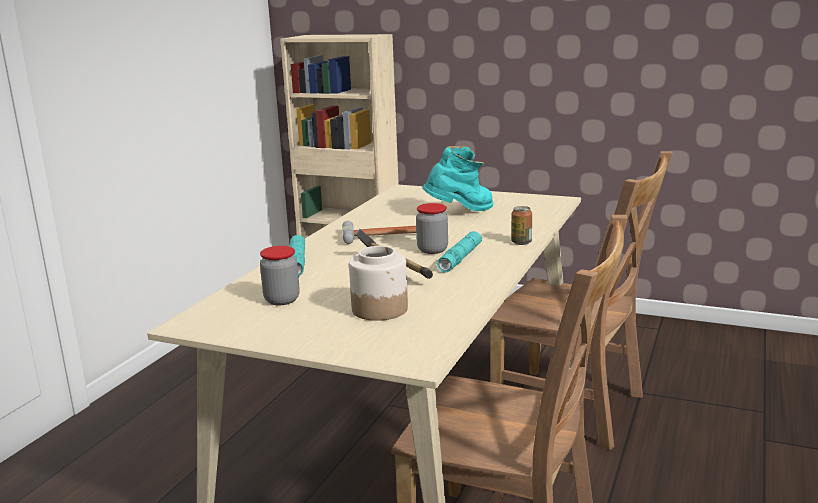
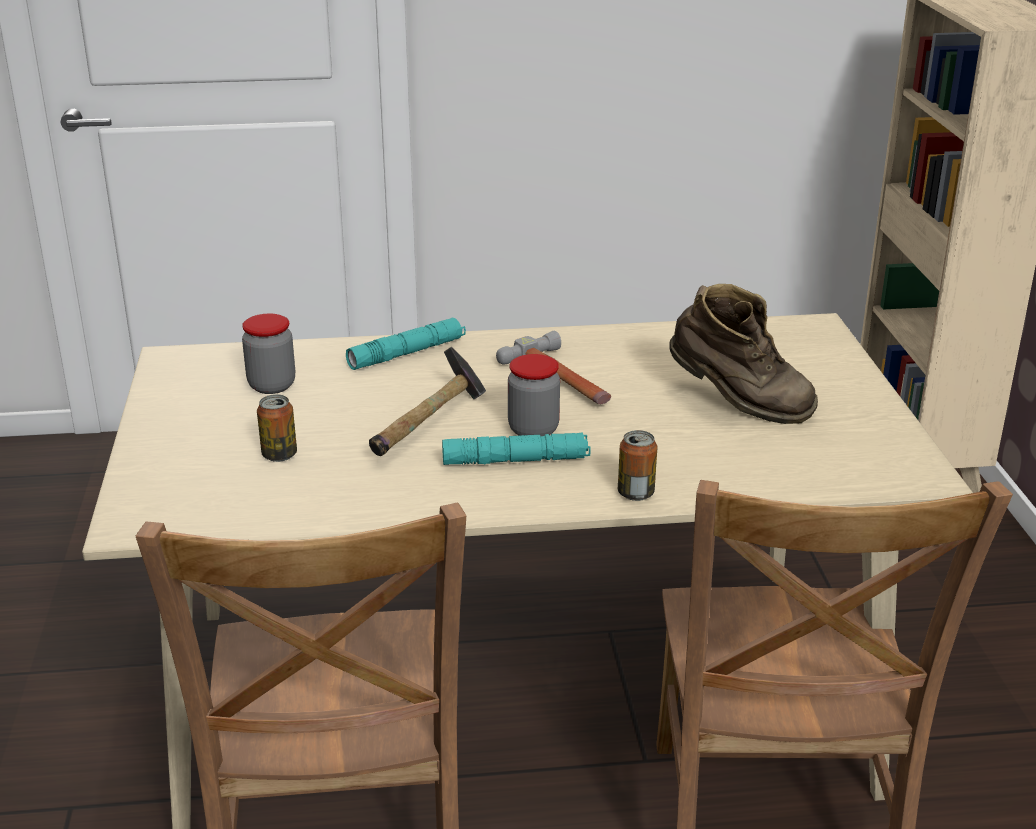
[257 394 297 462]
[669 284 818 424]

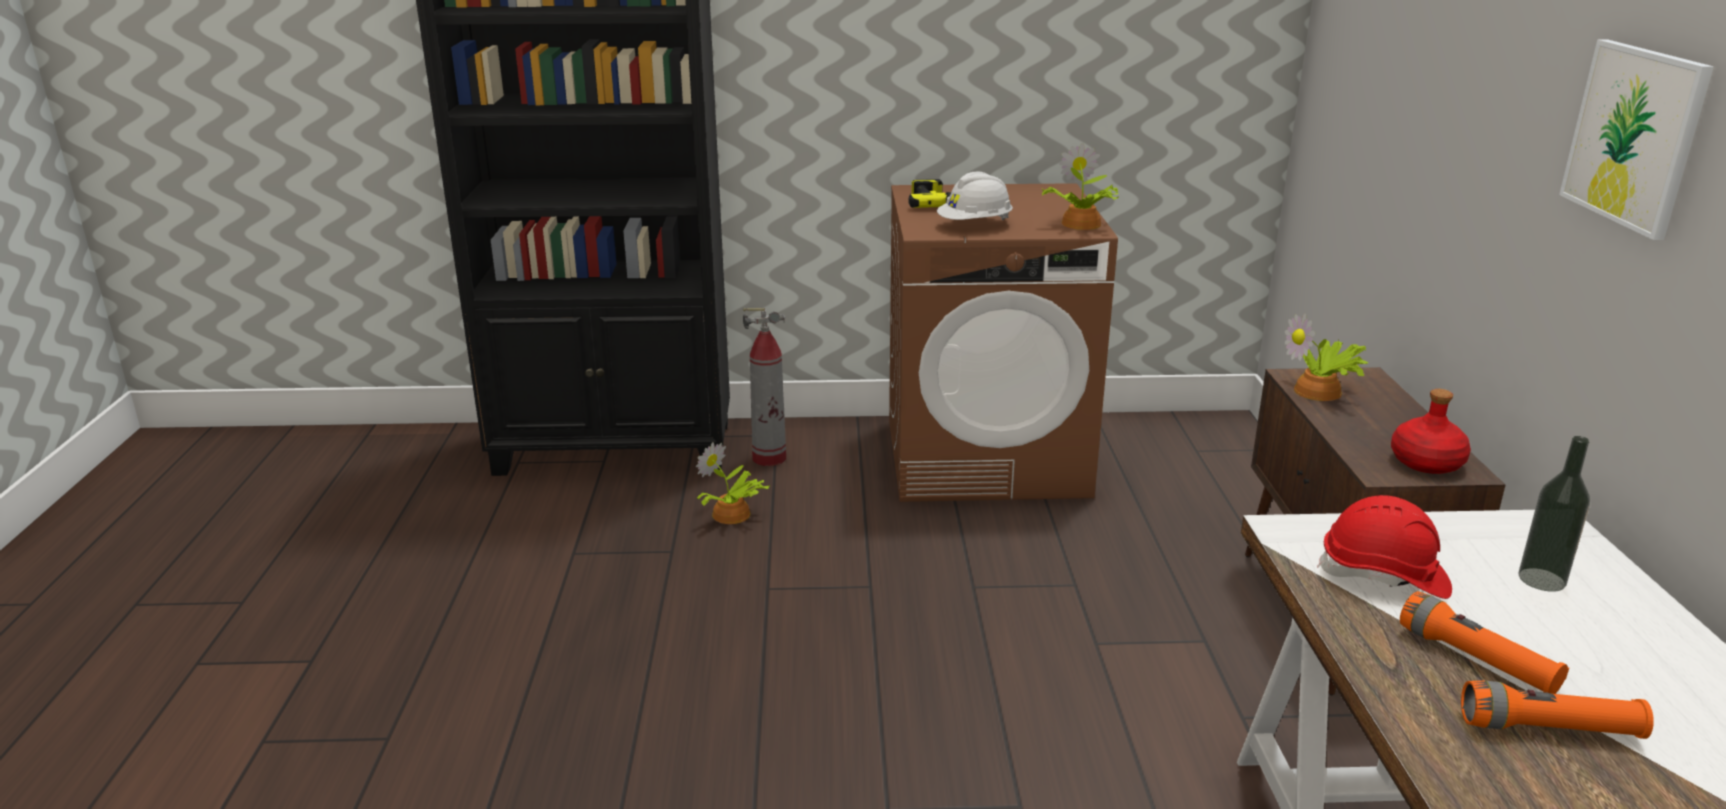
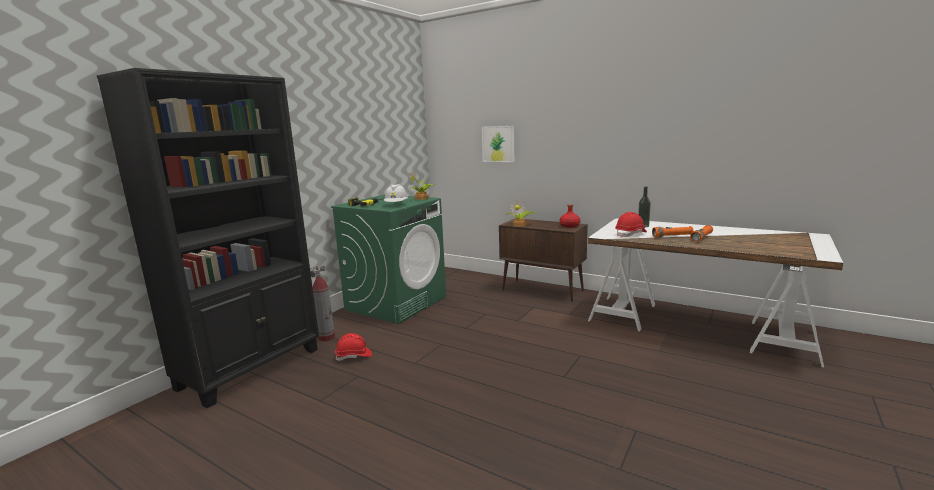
[331 195 446 324]
[335 333 372 361]
[482 126 514 162]

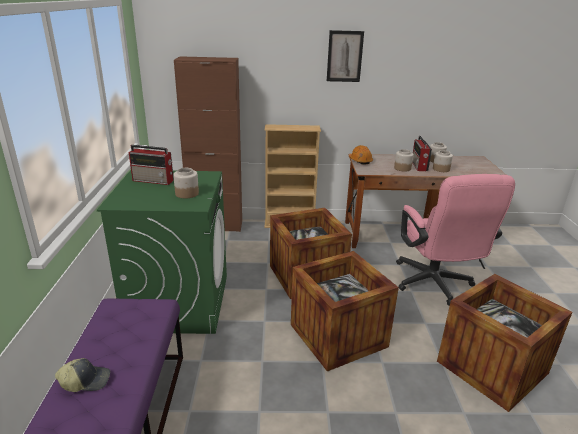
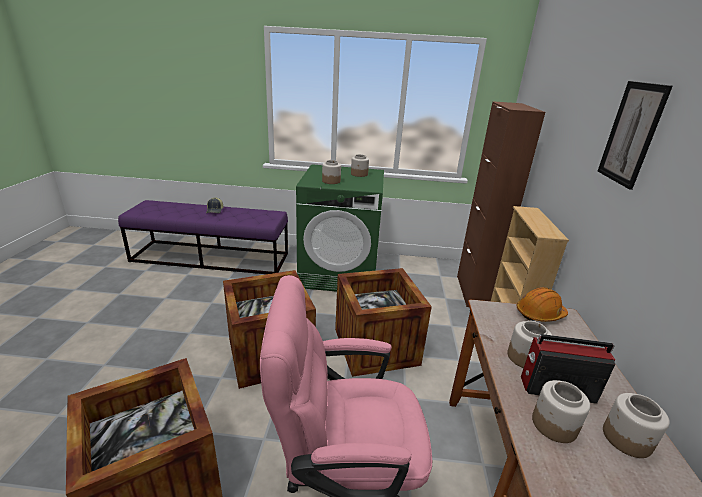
[351 154 369 177]

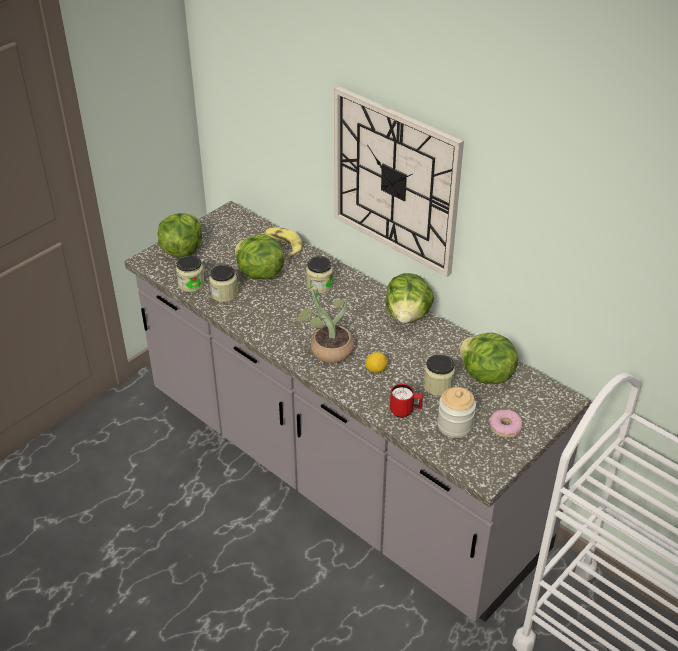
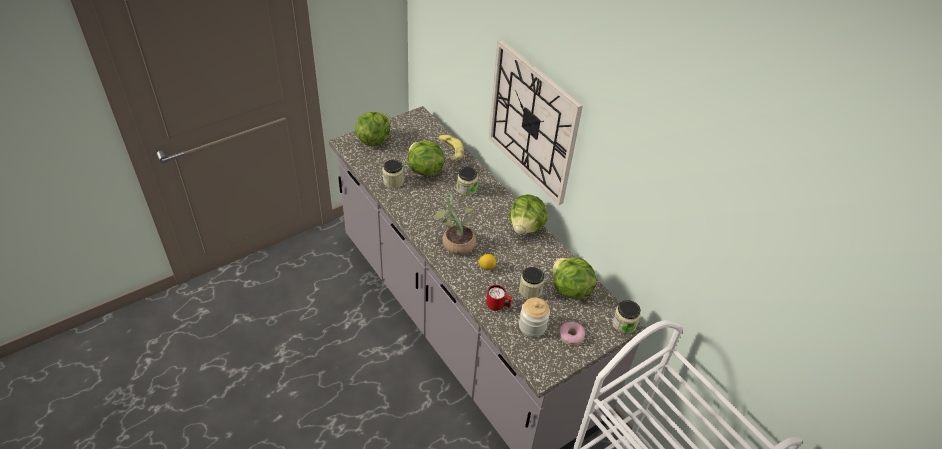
[612 300 641 334]

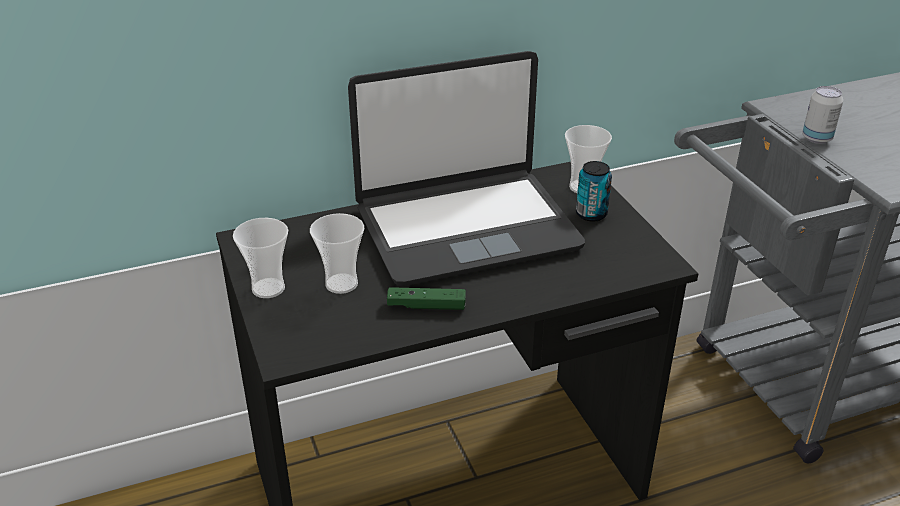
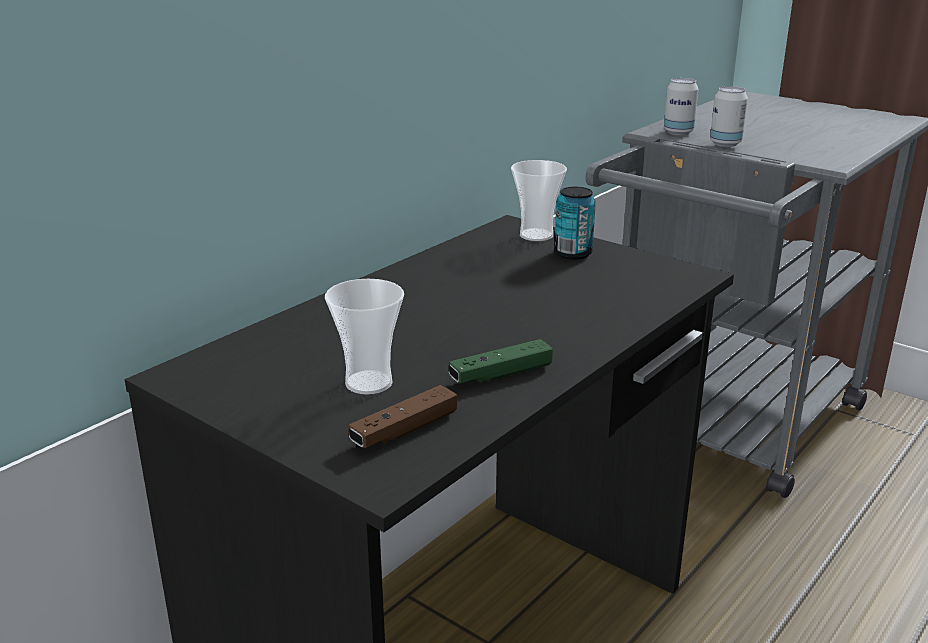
[348 385 457 448]
[664 78 698 135]
[233 218 288 298] (first image)
[348 51 585 286] (first image)

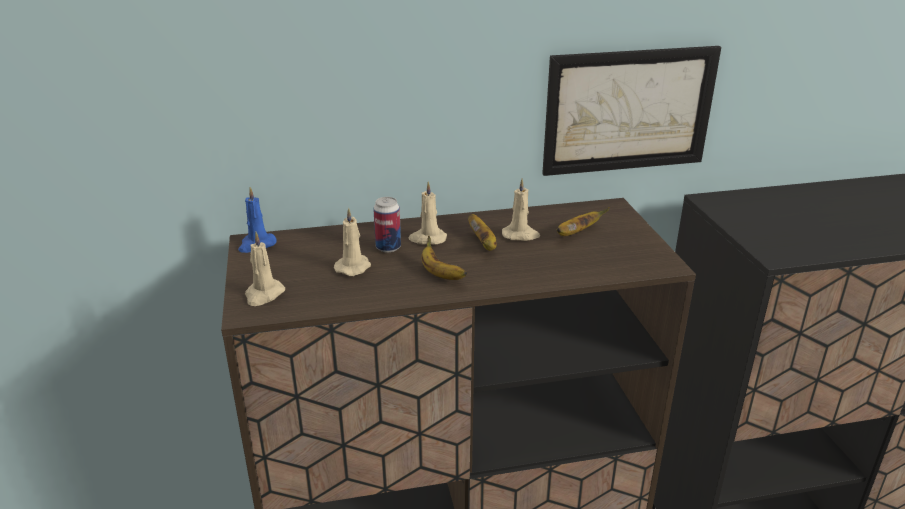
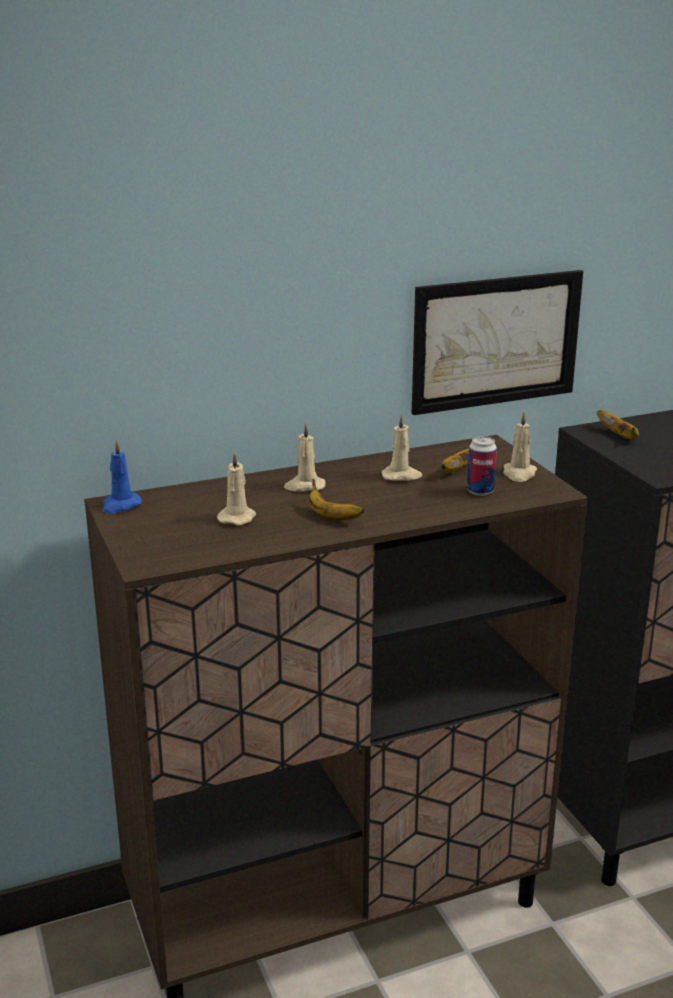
[467 436 497 496]
[503 412 537 482]
[597 410 639 440]

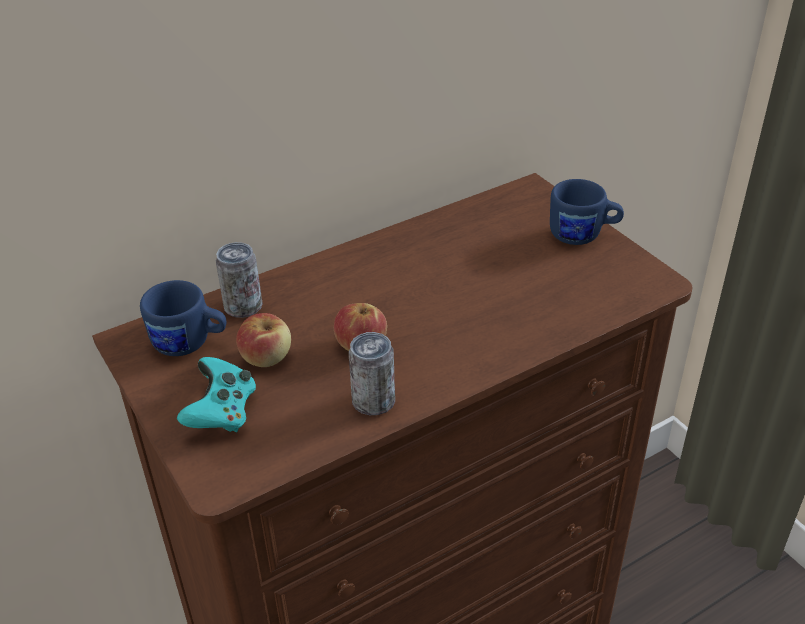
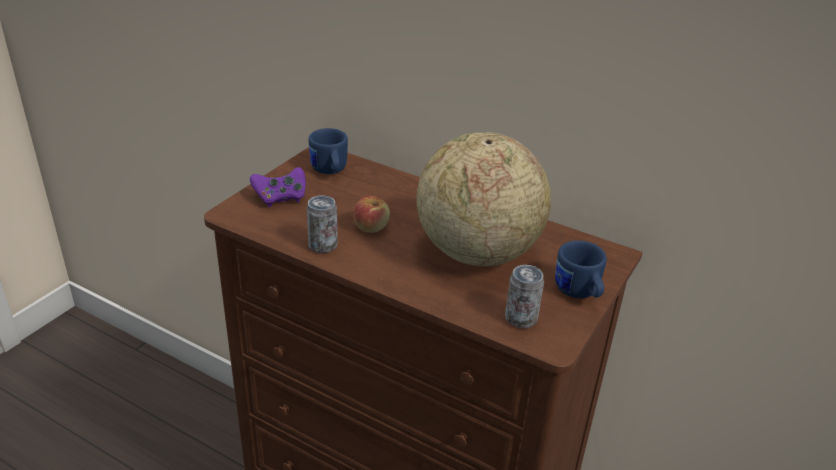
[250 167 306 207]
[416 132 551 266]
[505 265 544 328]
[236 313 291 367] (first image)

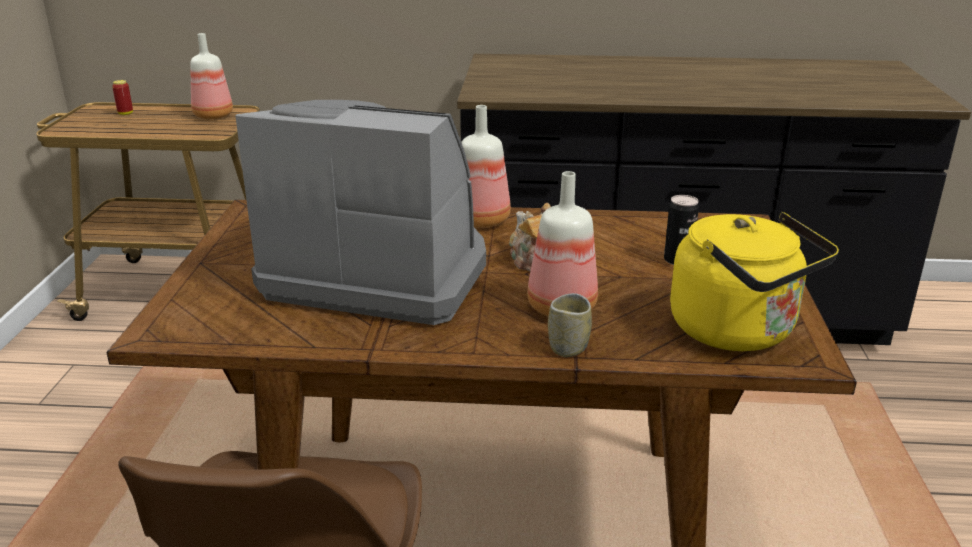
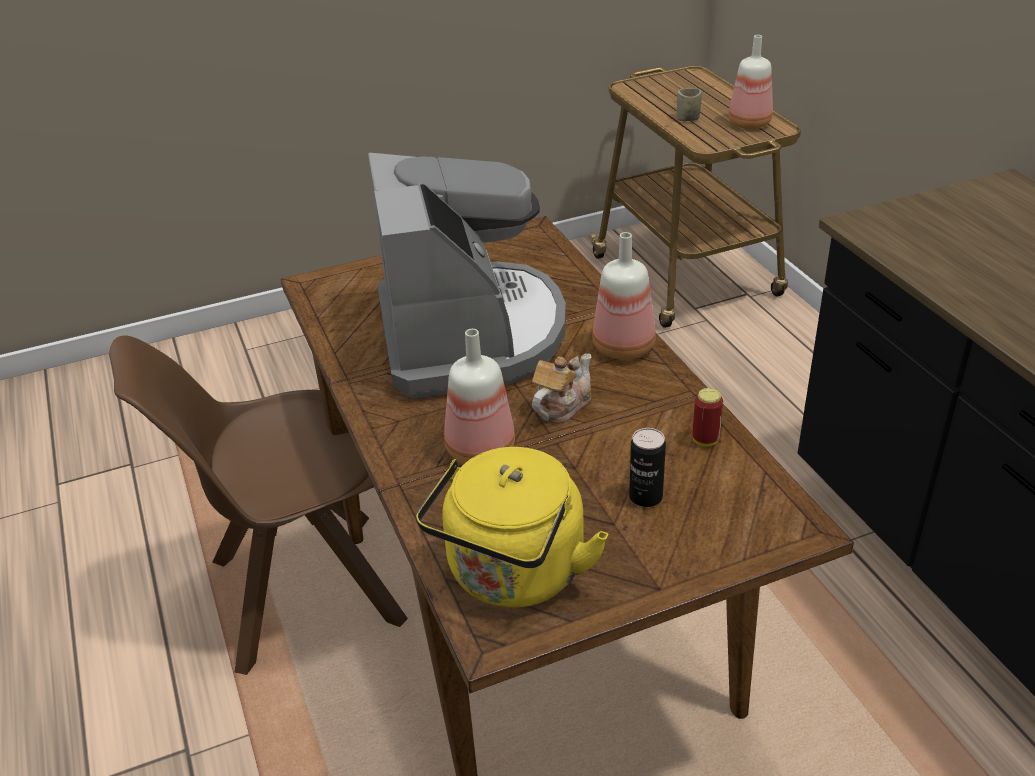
[677 88 702 121]
[692 388 723 446]

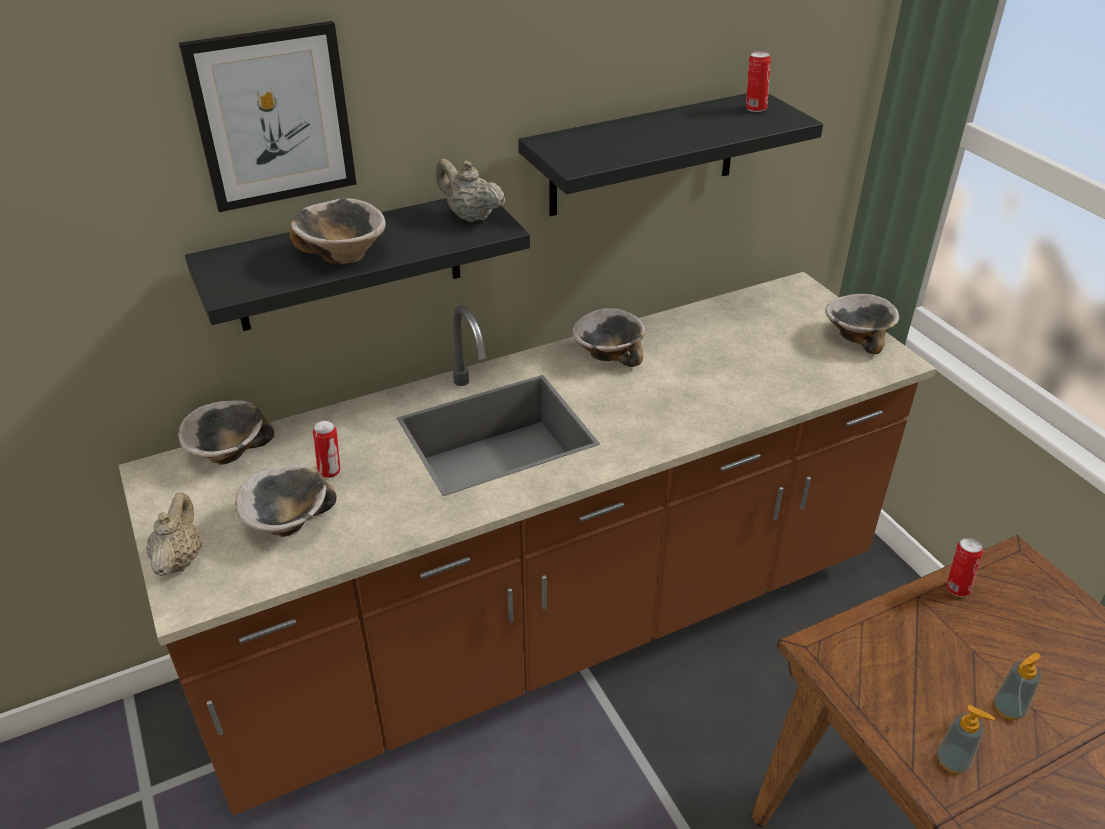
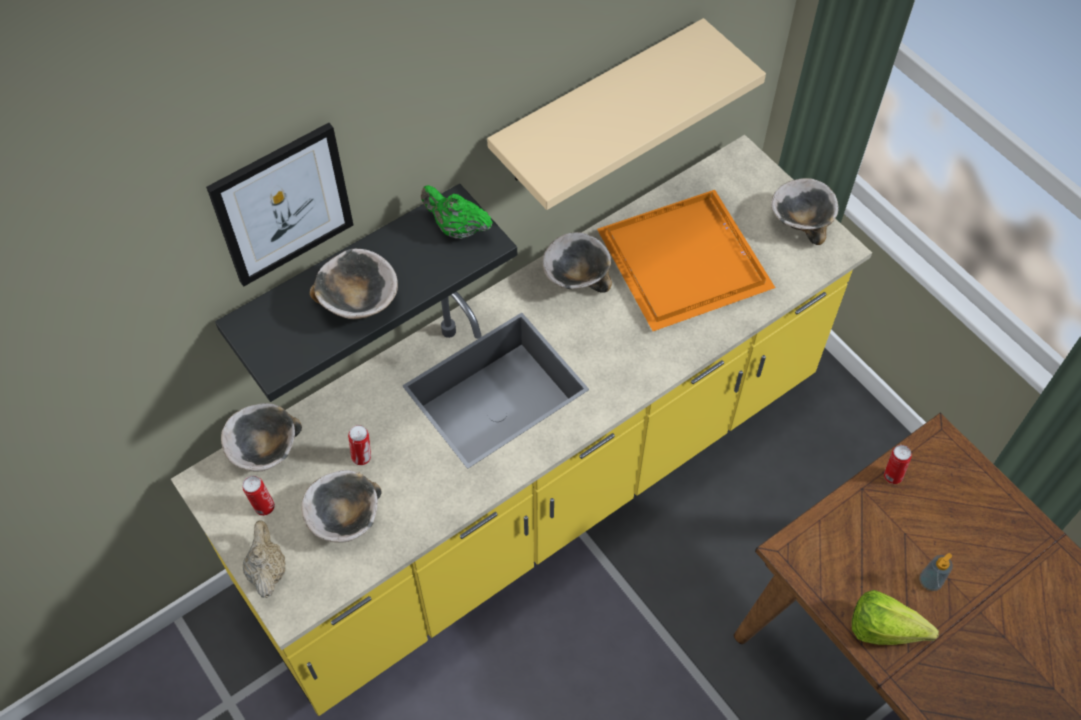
[171 135 872 716]
[243 476 275 516]
[421 185 493 239]
[487 18 766 210]
[597 190 775 331]
[852 590 939 645]

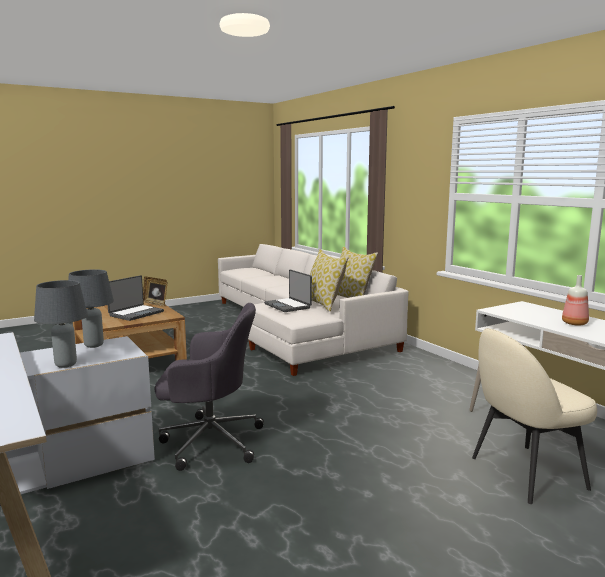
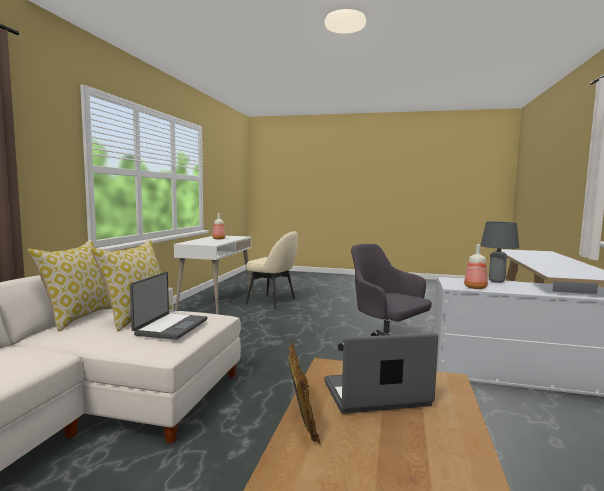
[464 244 488 289]

